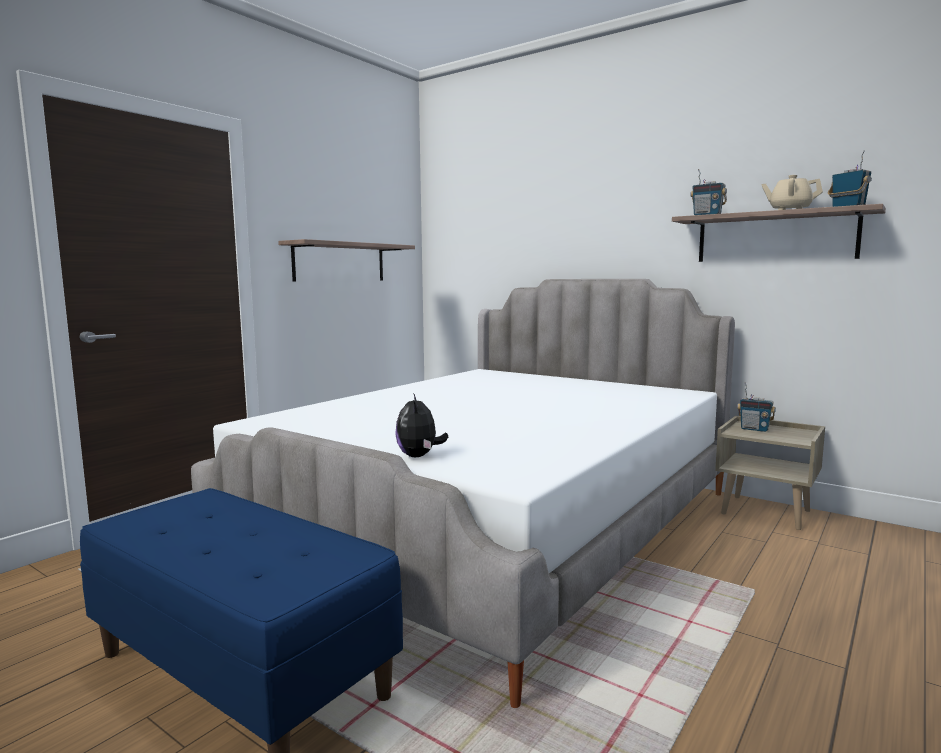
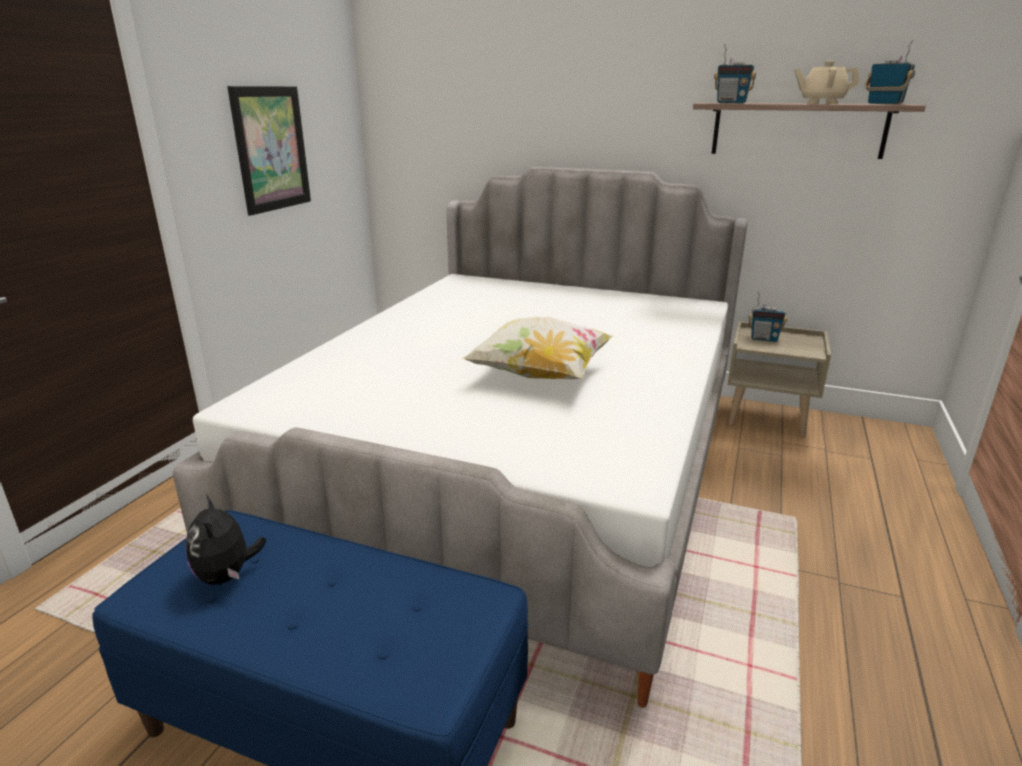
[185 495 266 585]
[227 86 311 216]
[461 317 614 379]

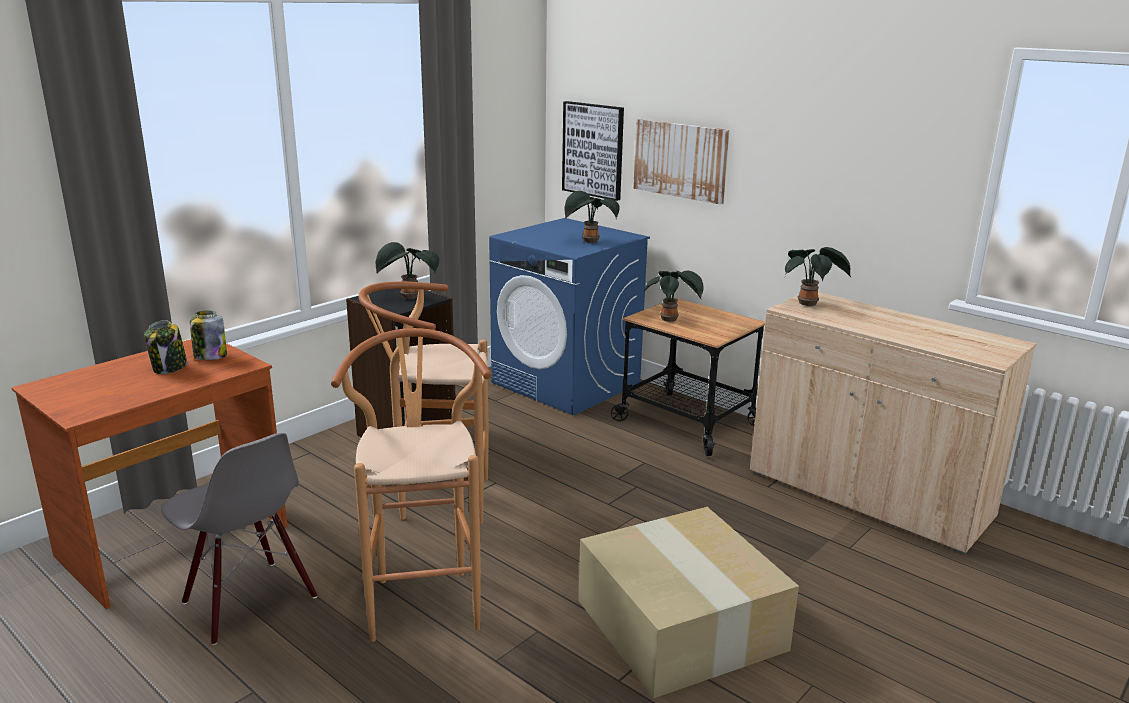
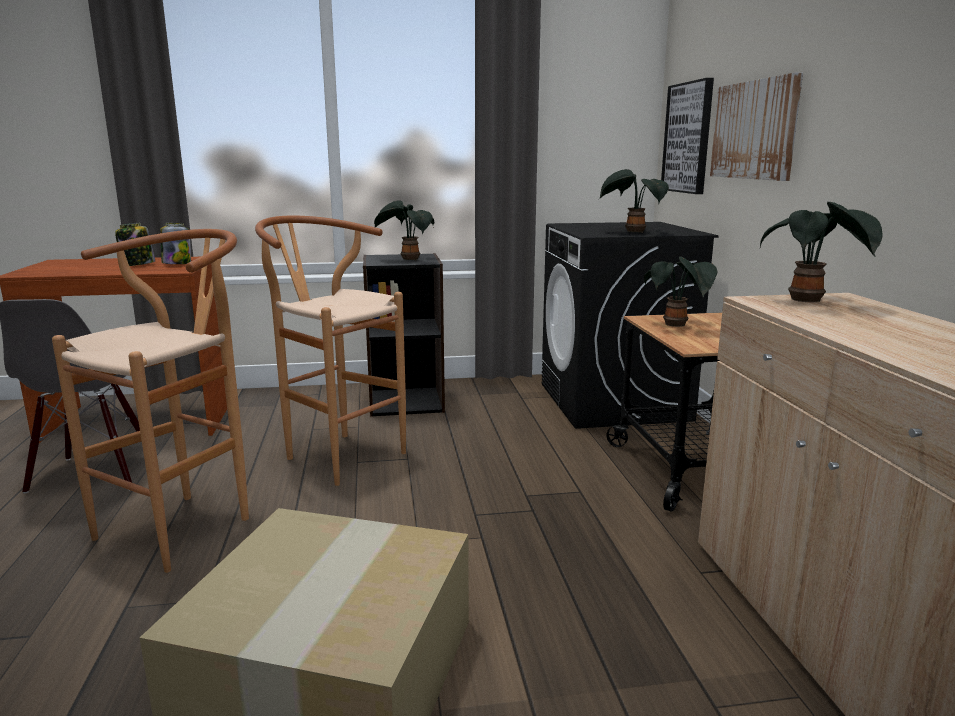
[542 222 719 429]

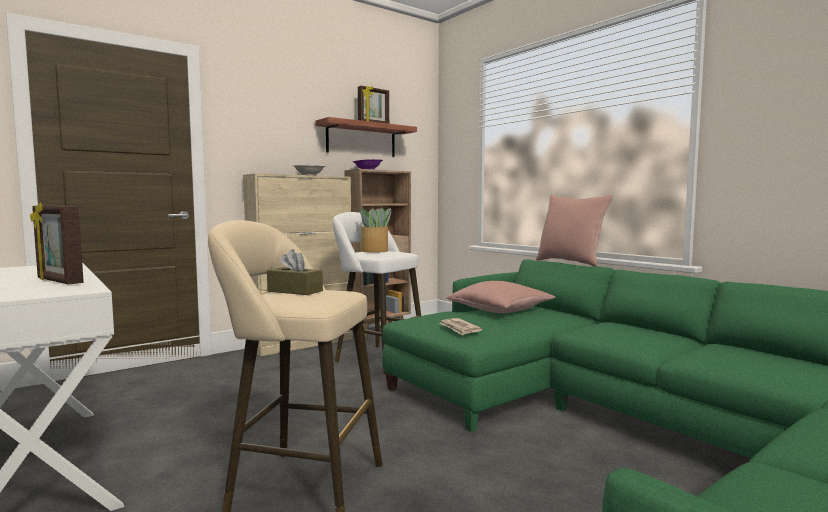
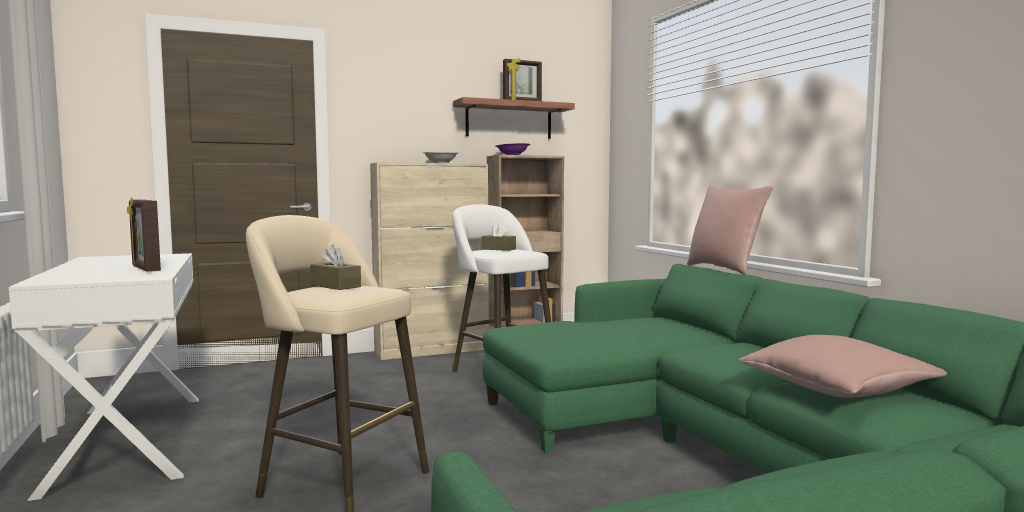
[482 223 516 251]
[739 335 947 398]
[439 318 482 336] (first image)

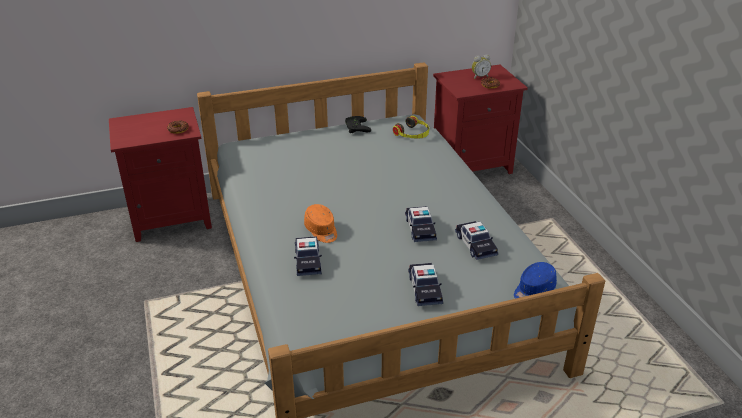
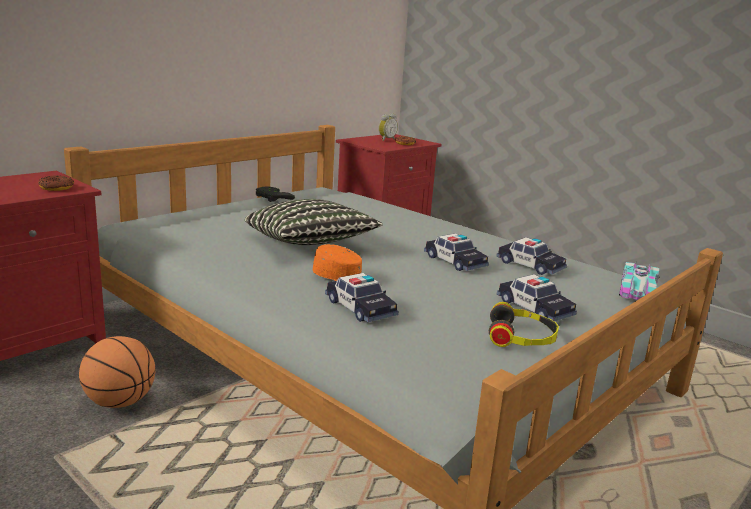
[79 336 155 408]
[245 199 383 245]
[489 302 559 347]
[619 262 659 300]

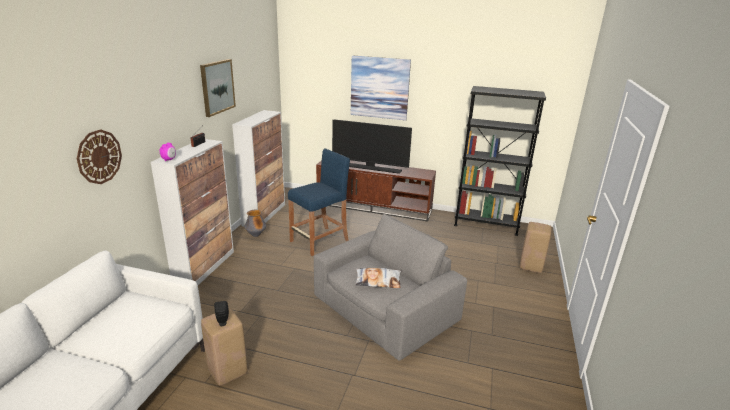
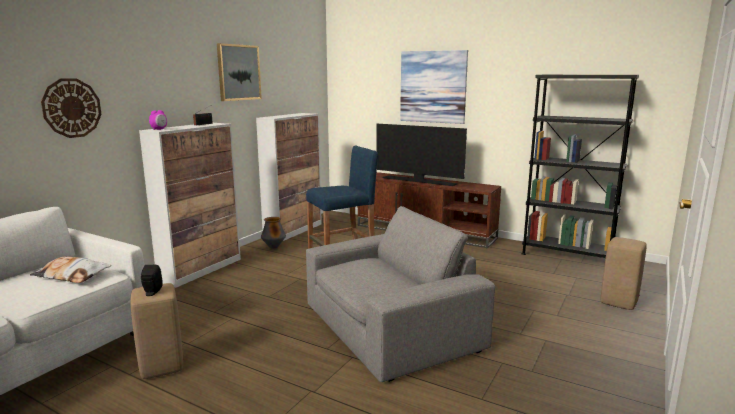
[30 257 111 283]

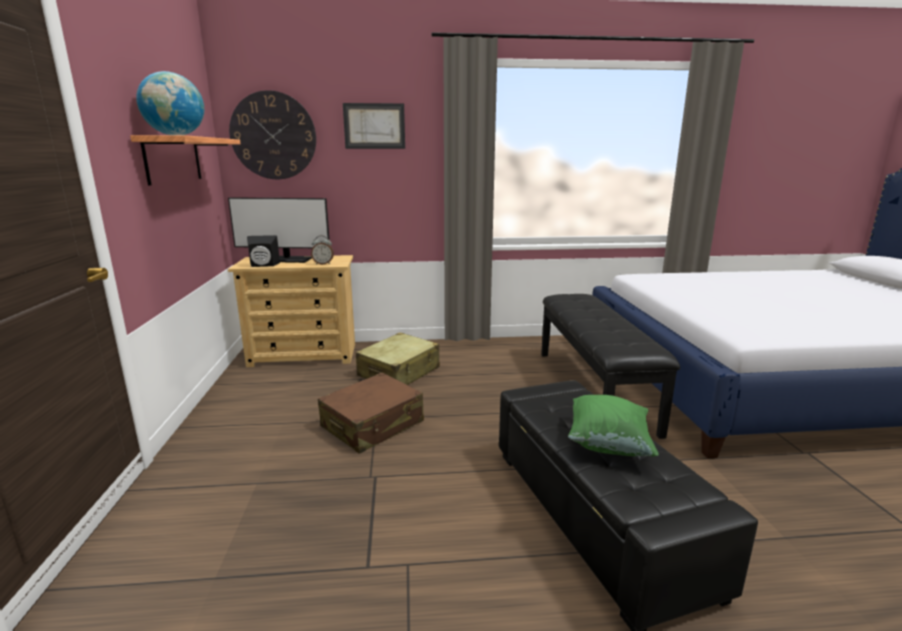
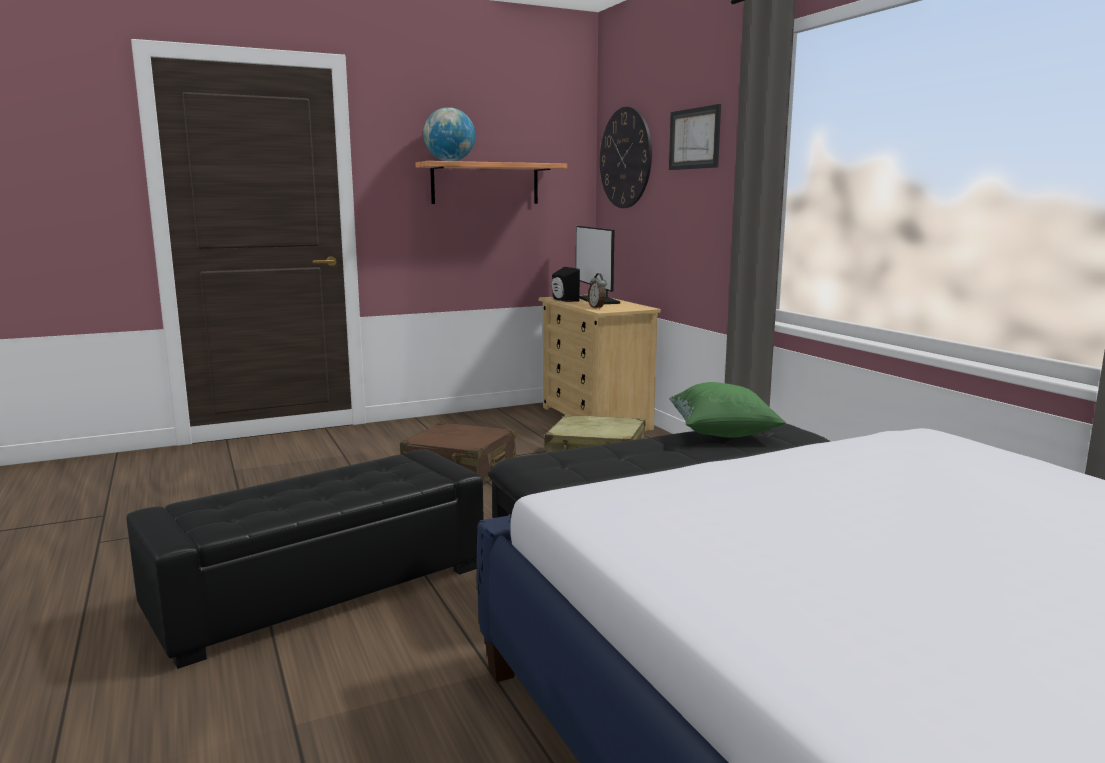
[669 382 786 438]

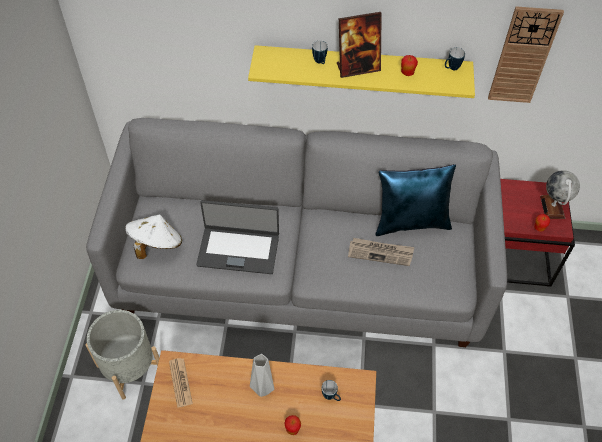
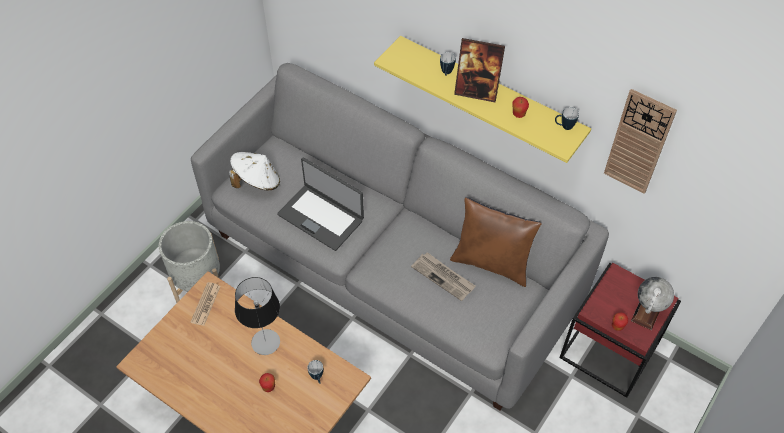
[235 277 280 355]
[450 197 542 287]

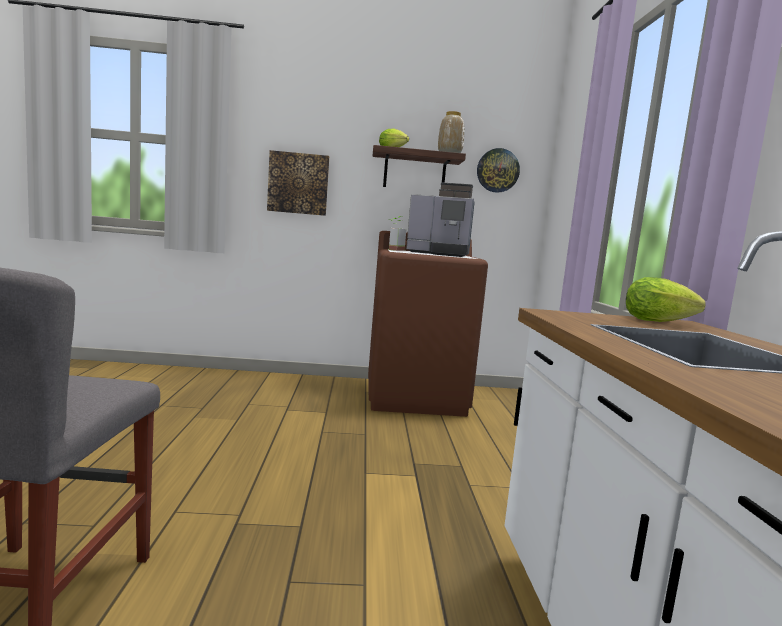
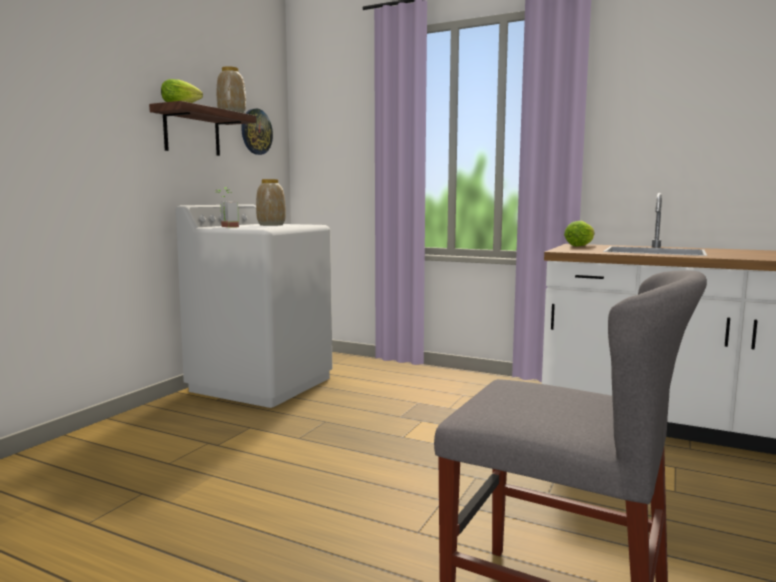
[176 204 332 408]
[256 179 286 226]
[267 150 329 216] (first image)

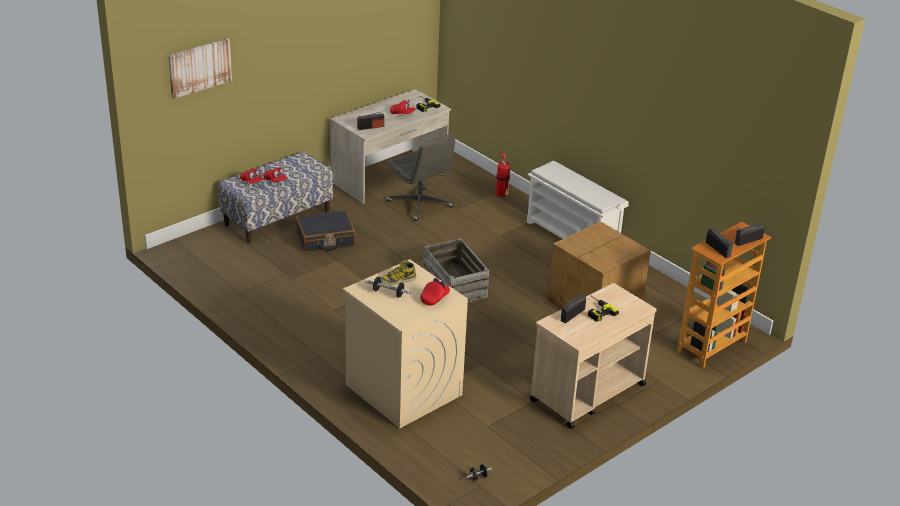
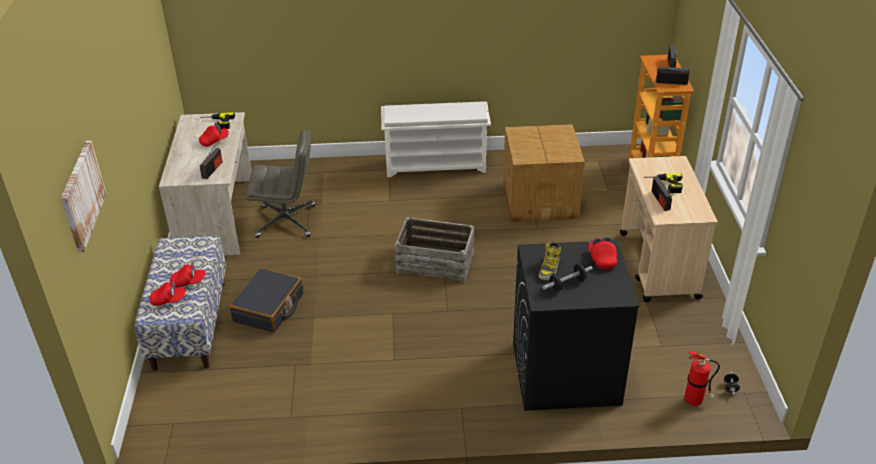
[513 240 640 411]
[684 351 720 406]

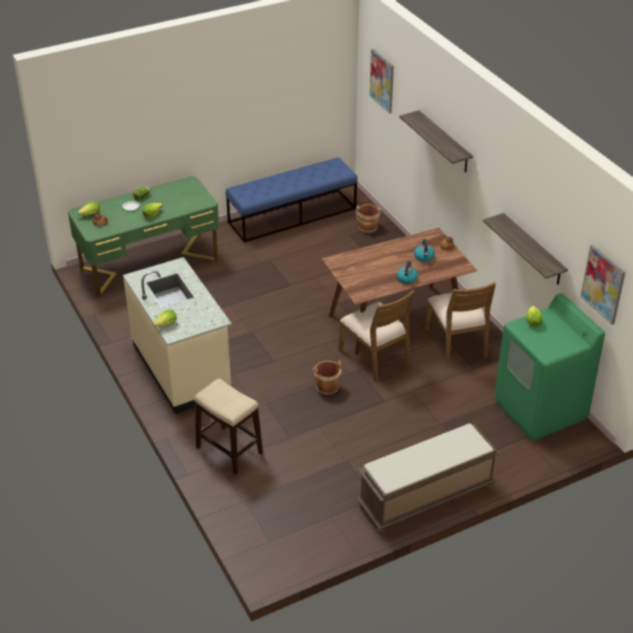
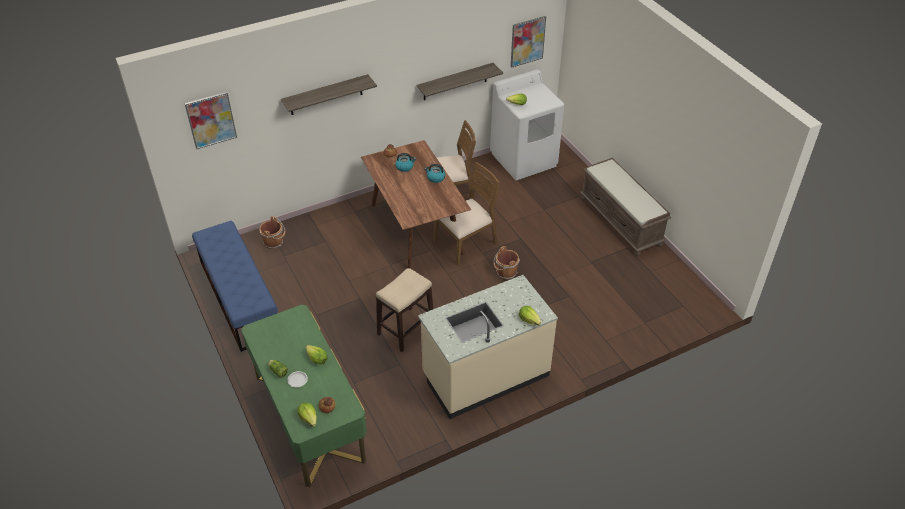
[376 268 433 352]
[490 69 564 180]

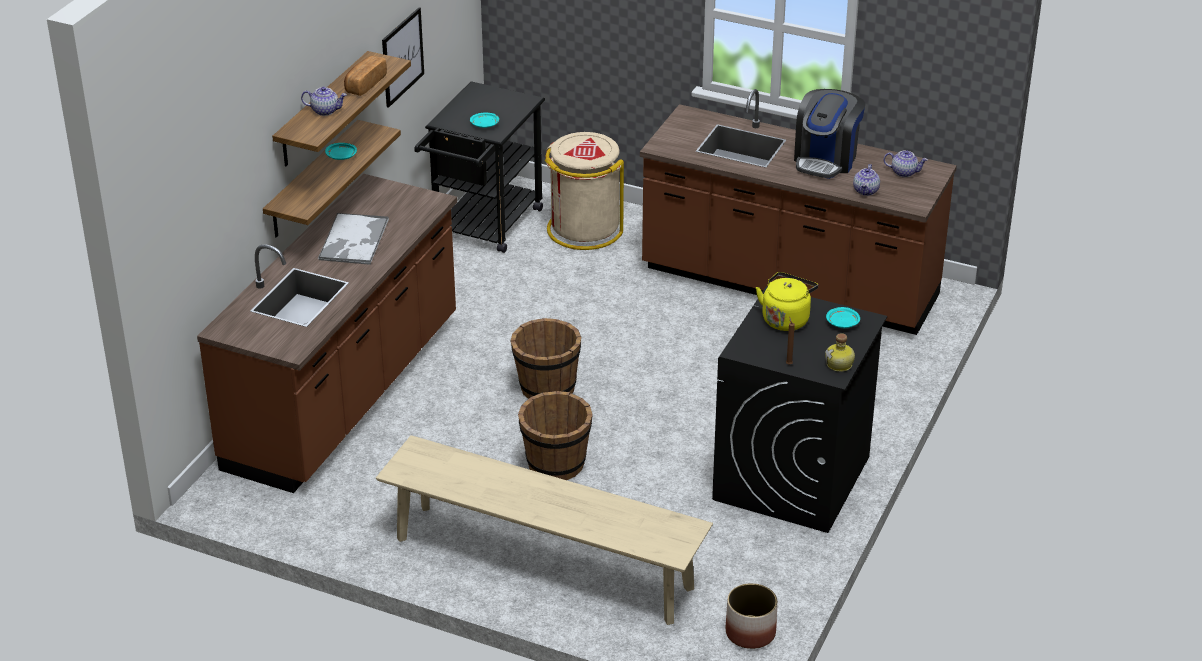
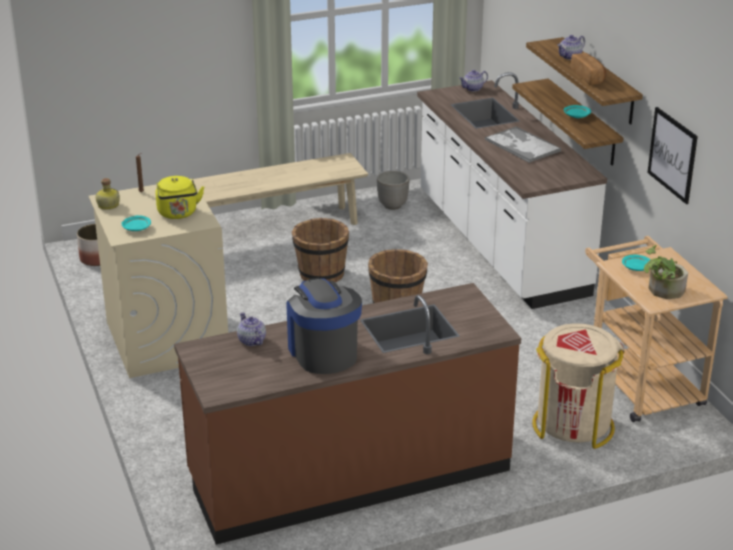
[89 179 228 378]
[377 171 410 210]
[417 72 607 309]
[459 70 488 92]
[585 236 728 422]
[644 245 688 299]

